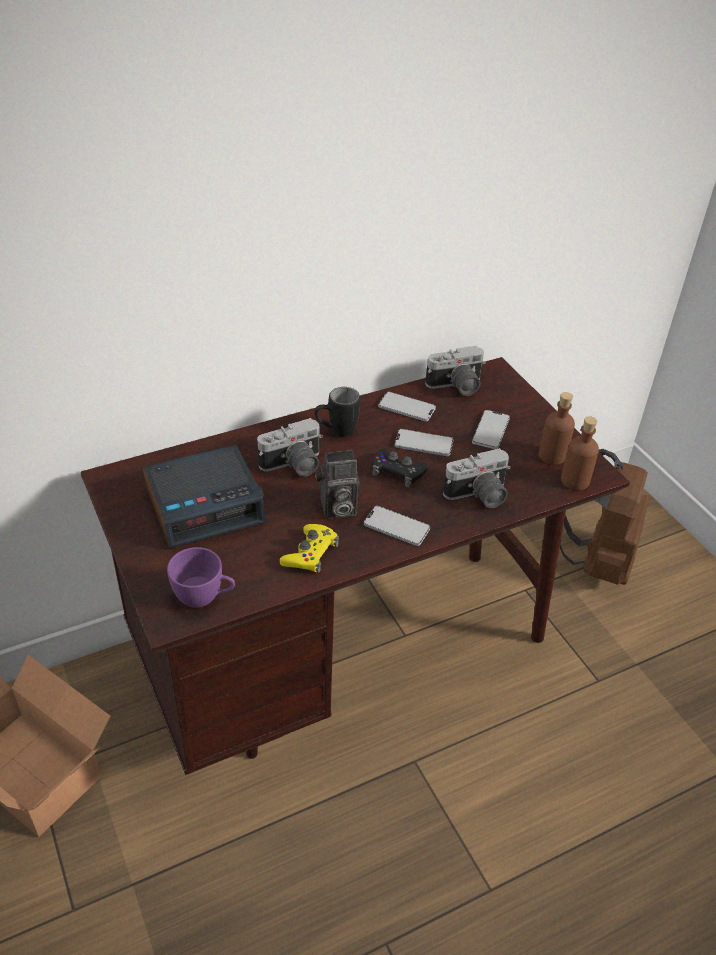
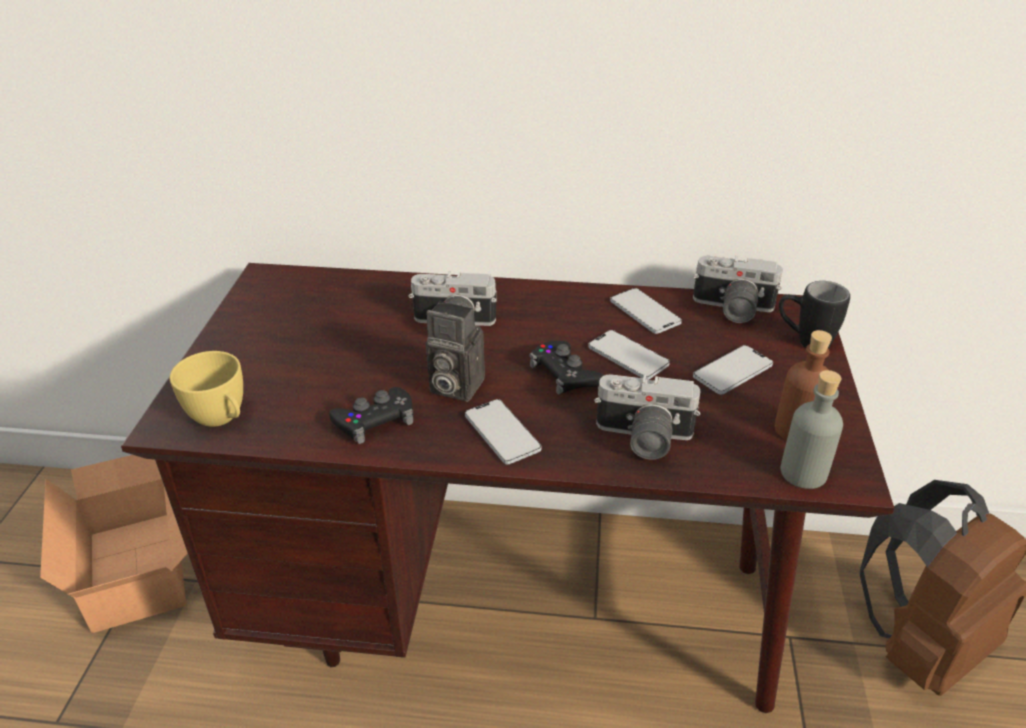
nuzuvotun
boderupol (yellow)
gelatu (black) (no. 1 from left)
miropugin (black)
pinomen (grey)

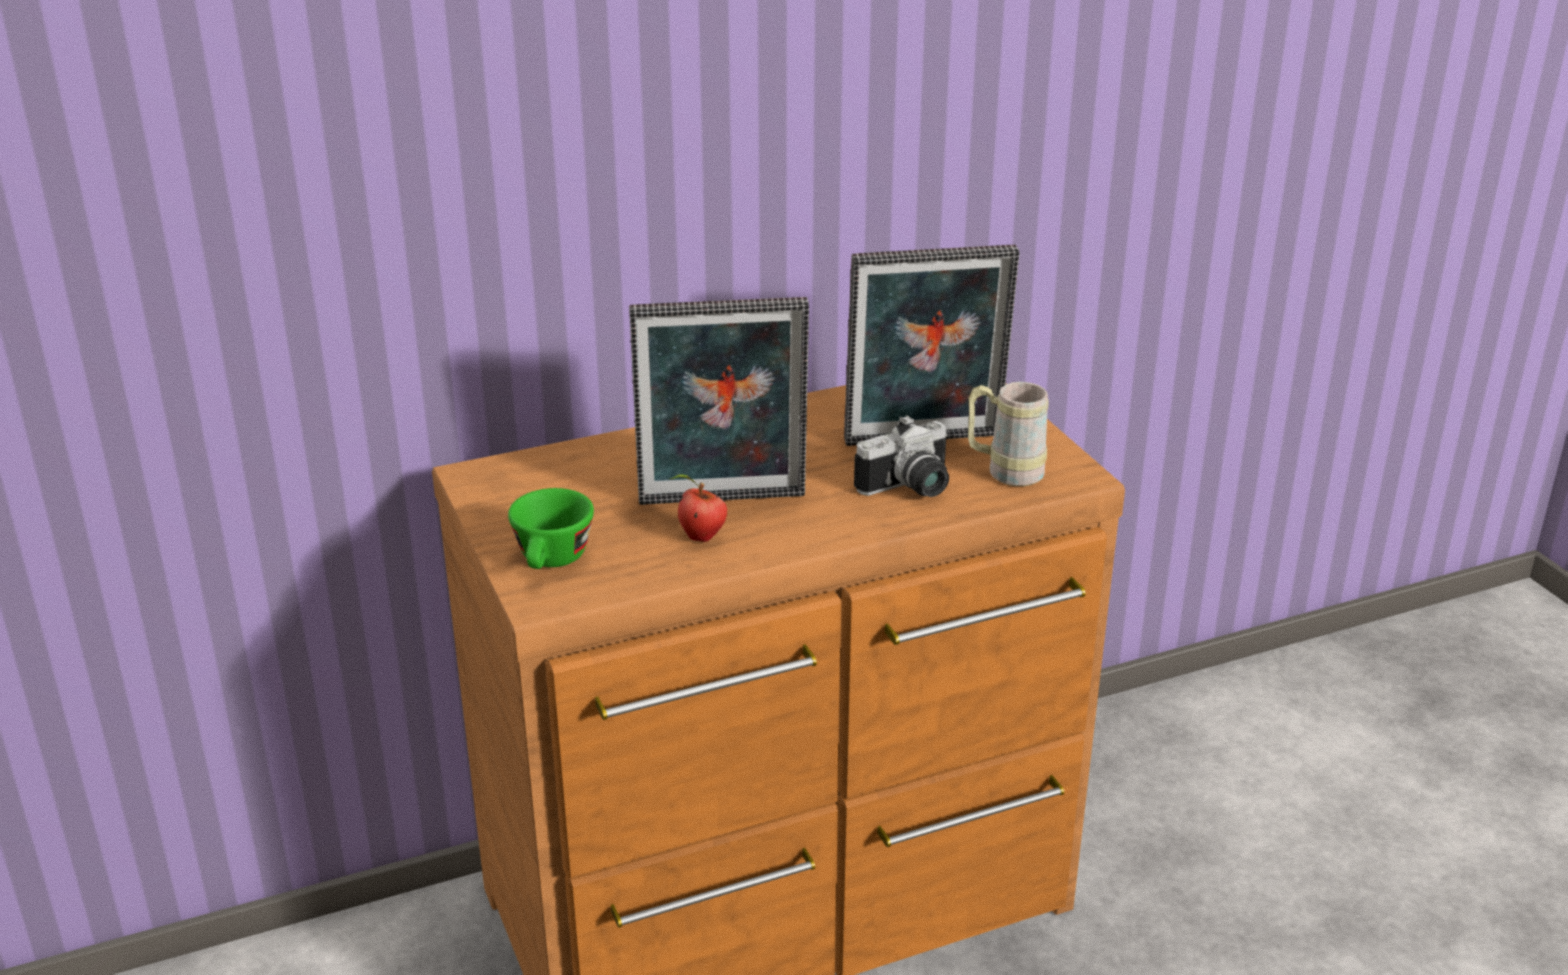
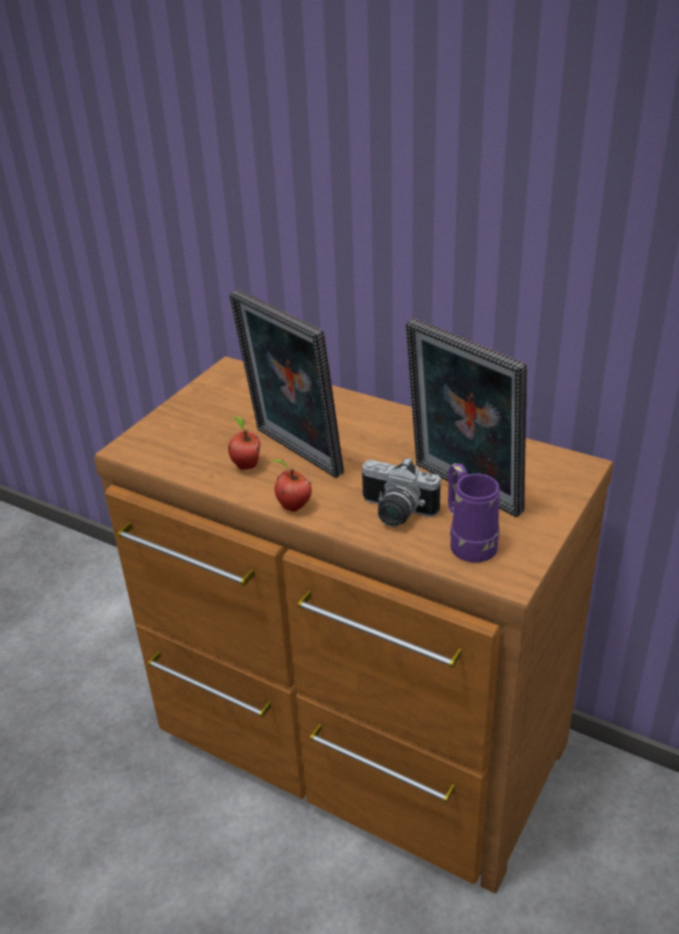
boderupol (green)
miropugin (purple)
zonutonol (no. 2 from left)

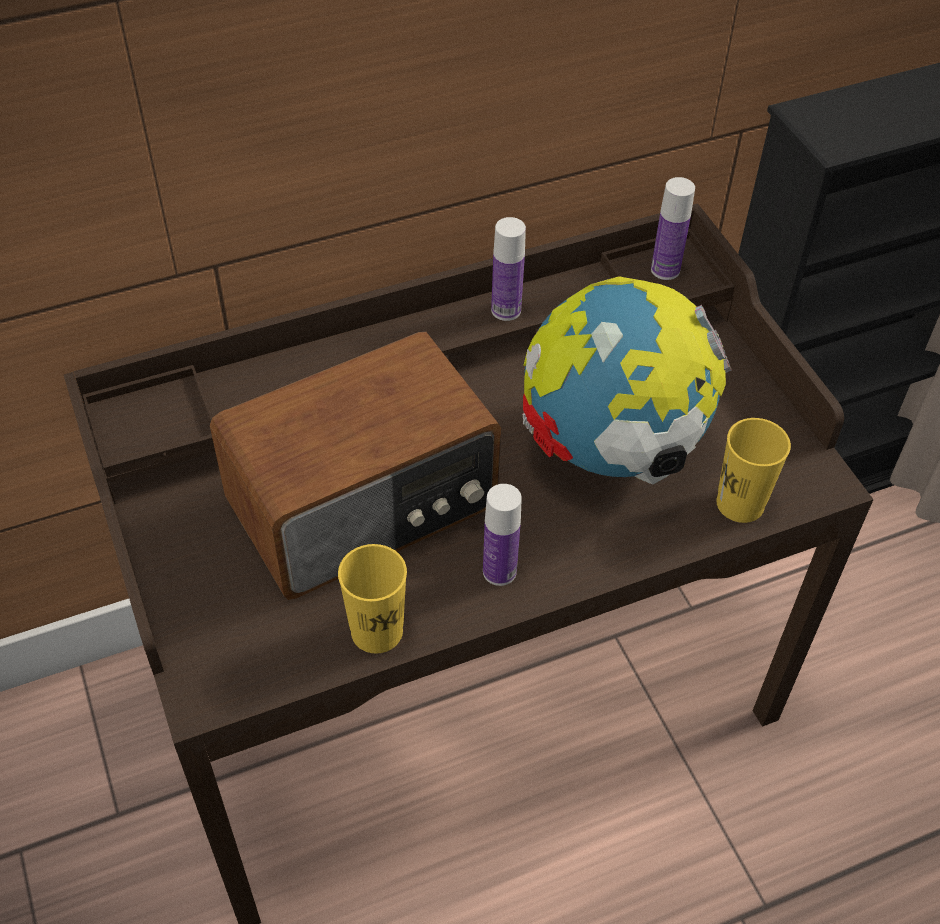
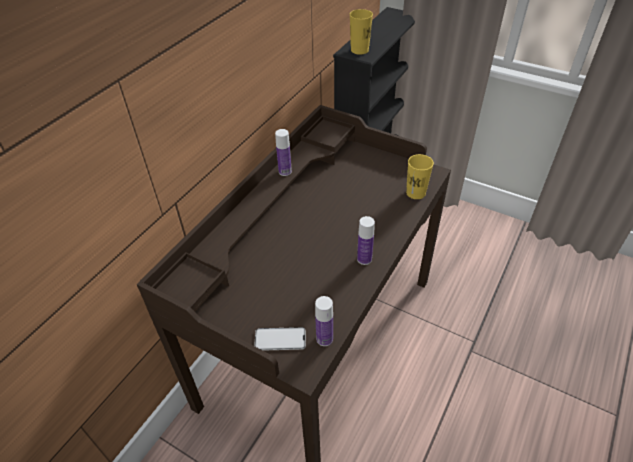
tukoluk
boderupol (yellow) (no. 1 from left)
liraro
pinomen (no. 2 from left)
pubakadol

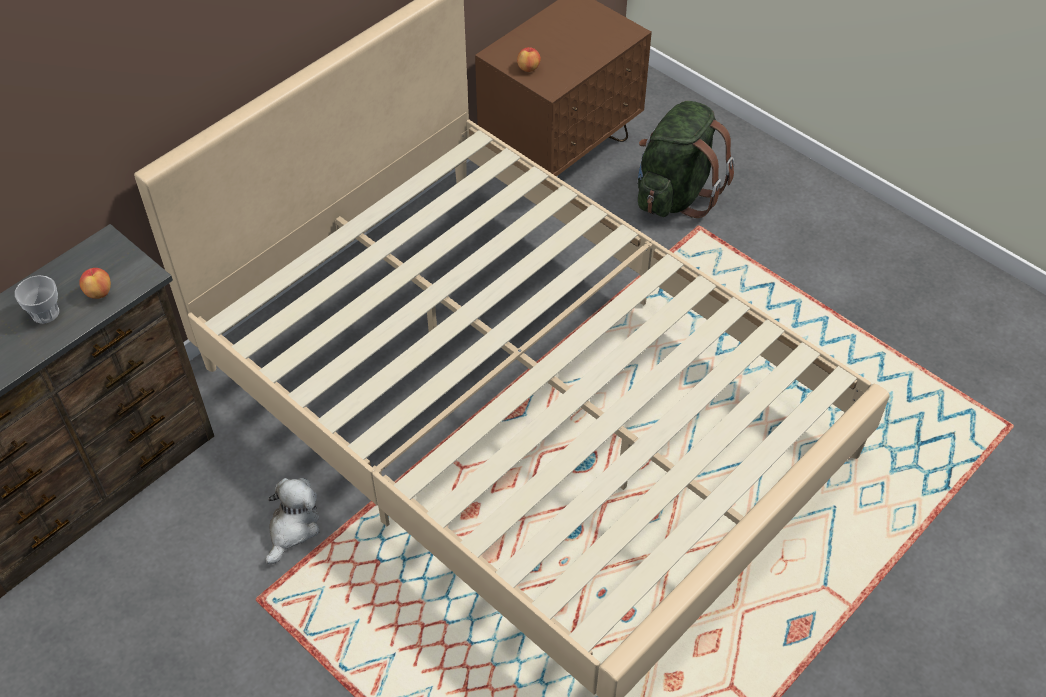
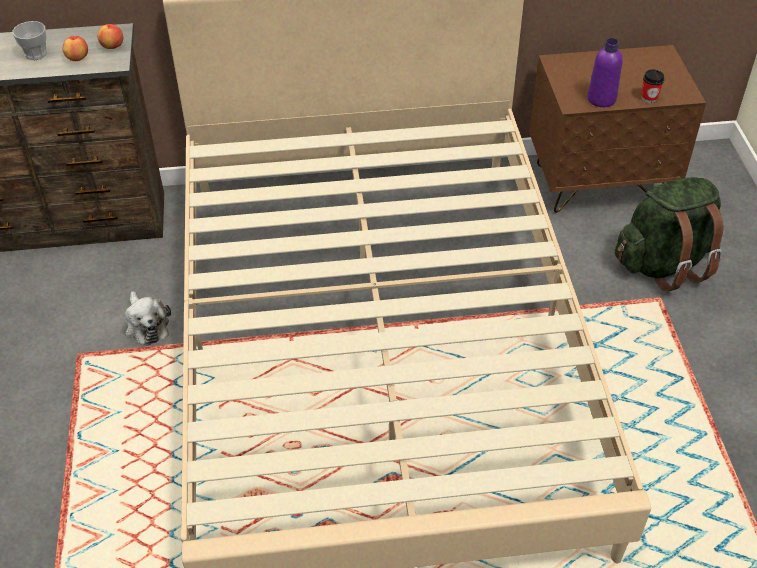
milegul
zonutonol (no. 2 from left)
pinomen (purple)
boderupol (no. 2 from left)

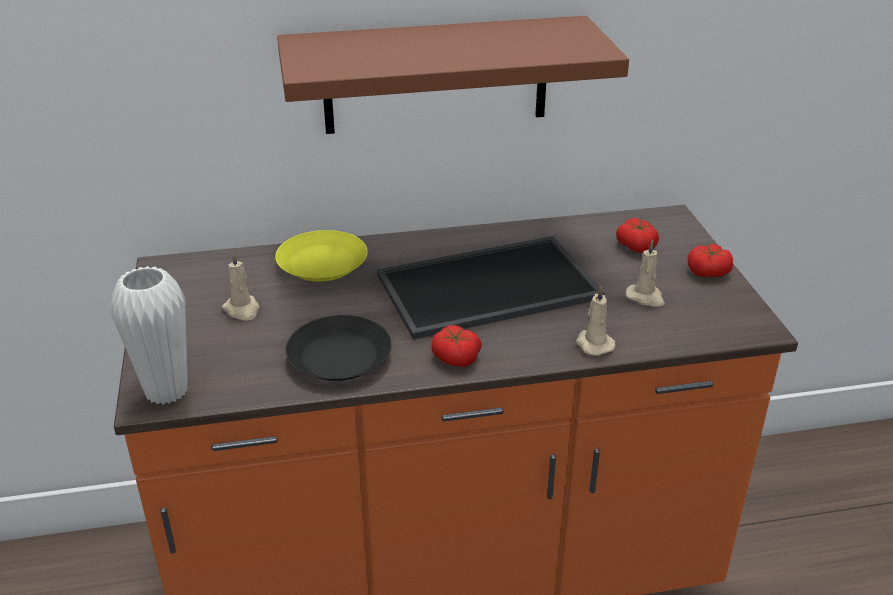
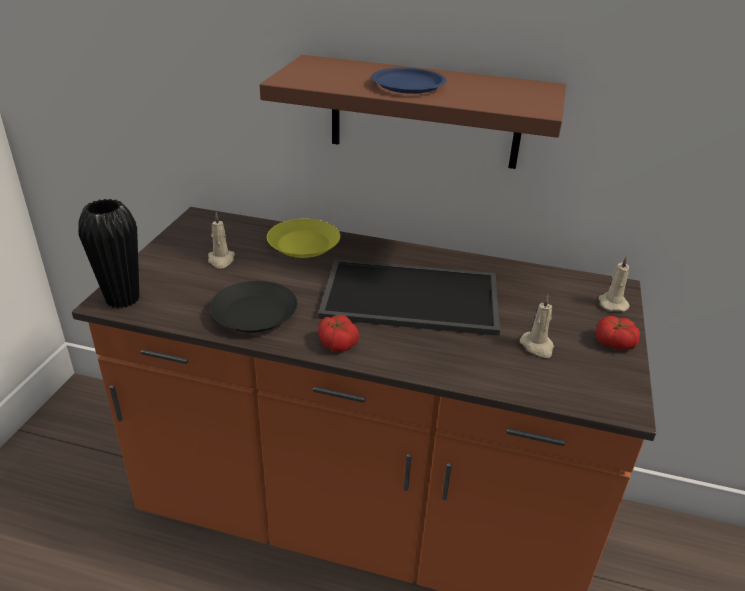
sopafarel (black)
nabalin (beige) (no. 3 from left)
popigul (no. 2 from left in the first image)
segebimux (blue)

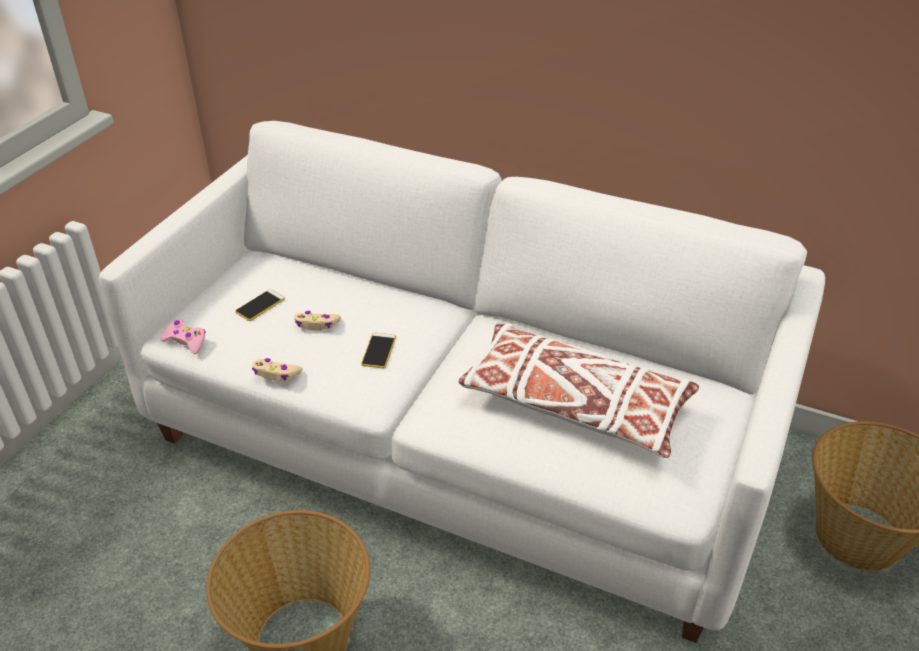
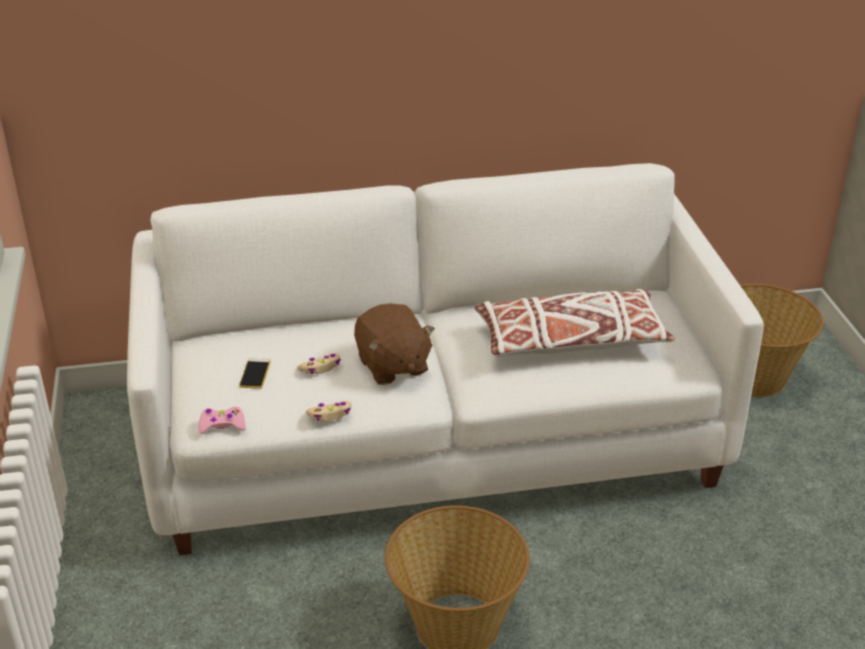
milegul (brown)

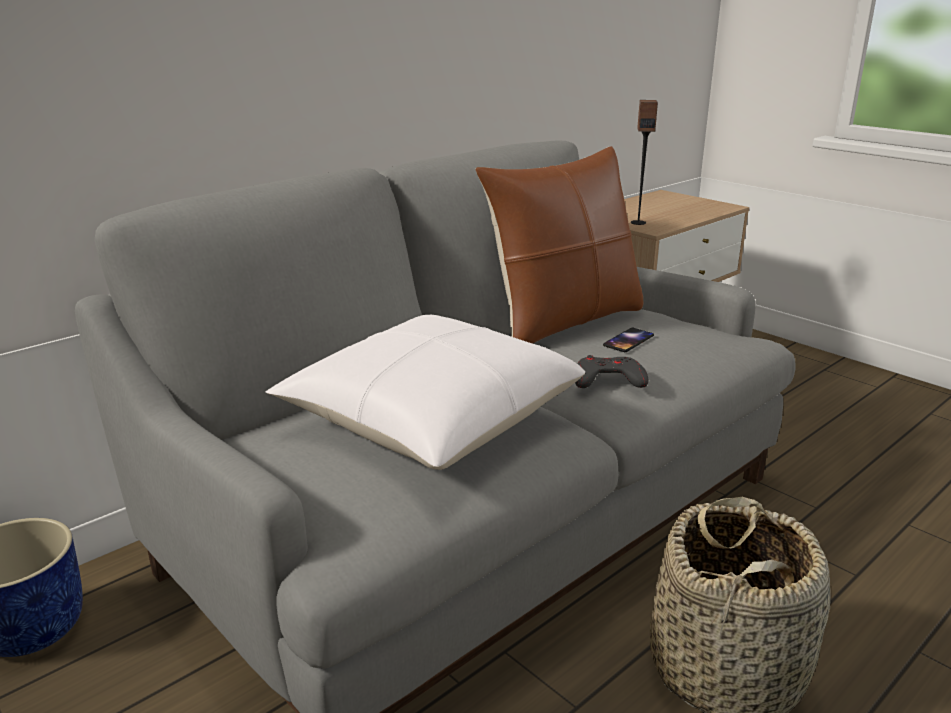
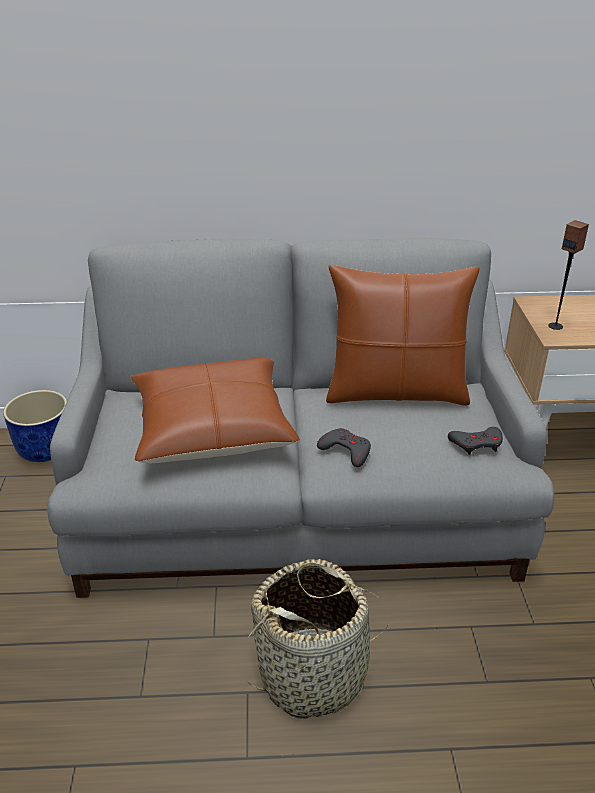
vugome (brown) (no. 1 from left)
pubakadol
gelatu (grey) (no. 2 from left)

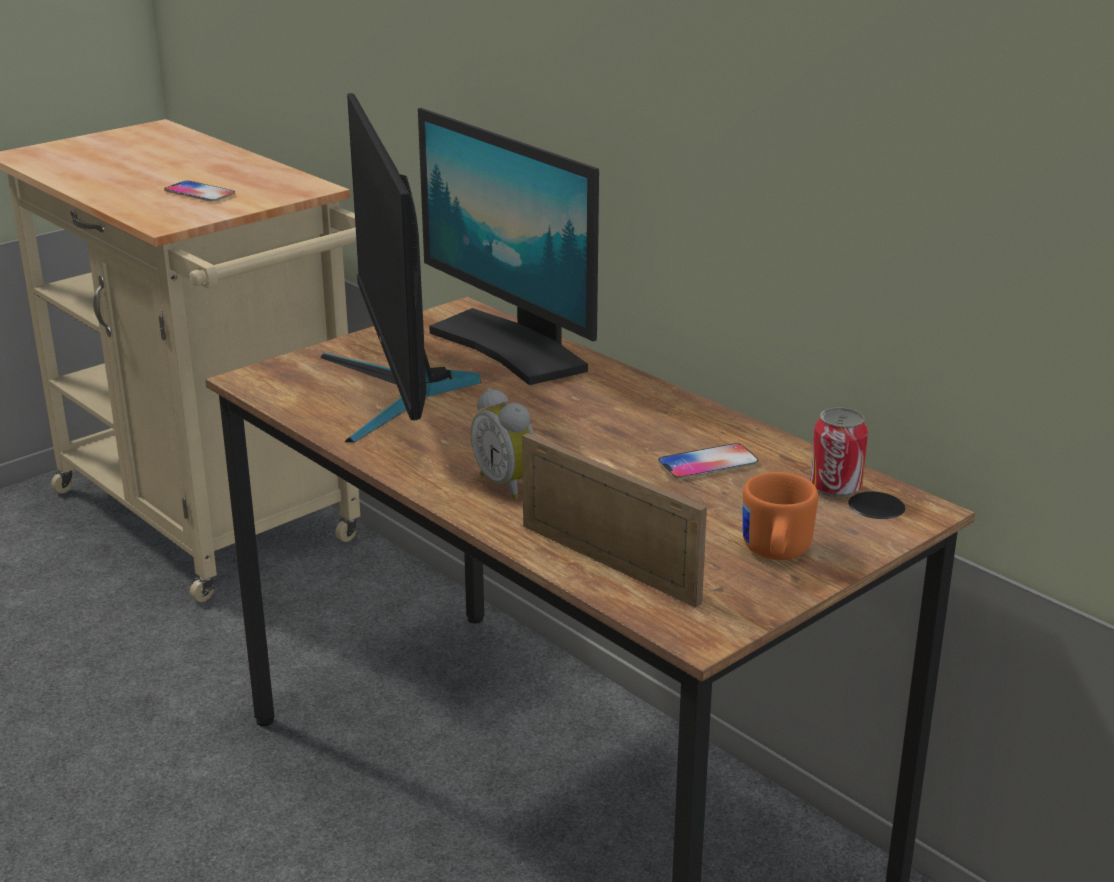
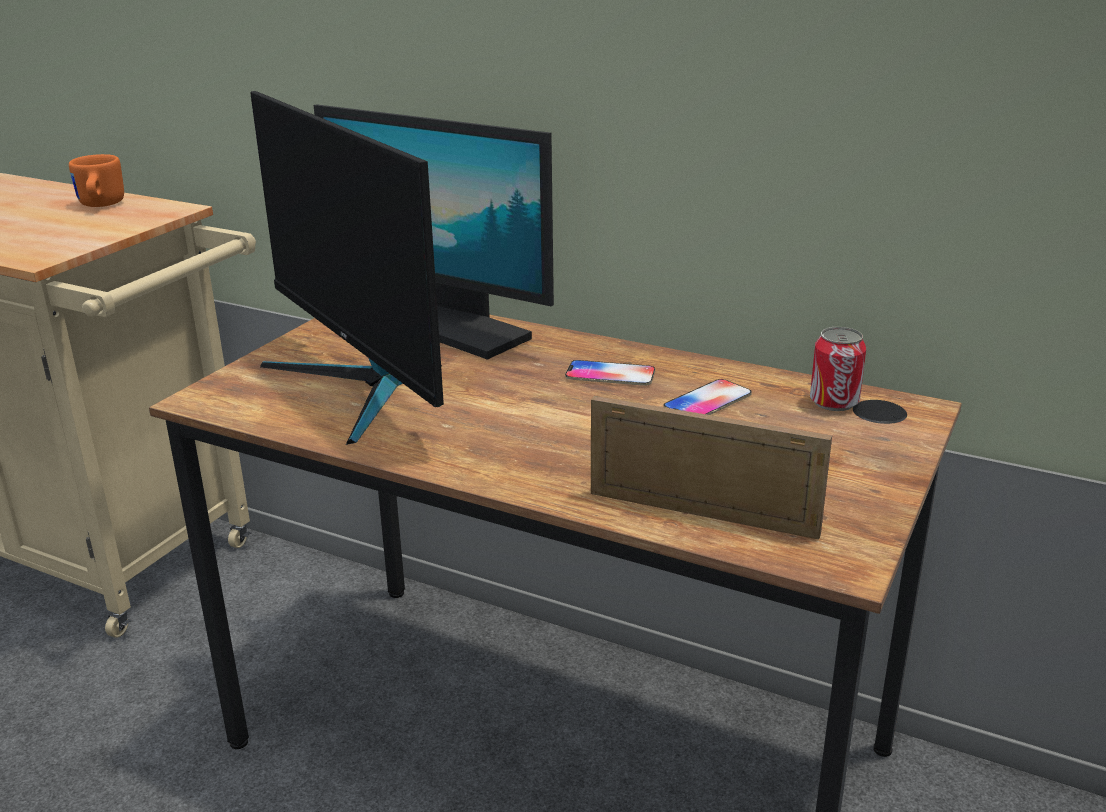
pubakadol (no. 1 from left)
nuzuvotun
miropugin (orange)

